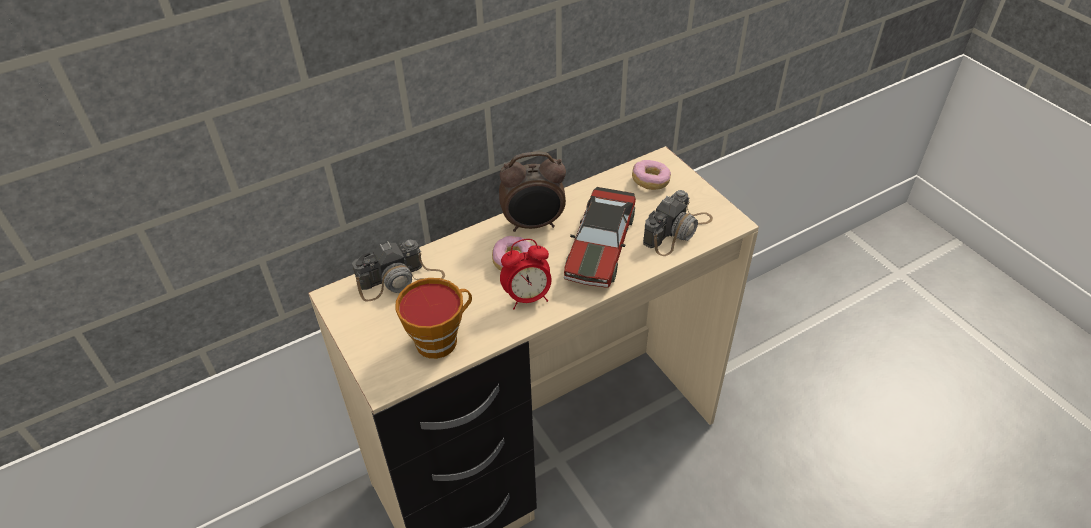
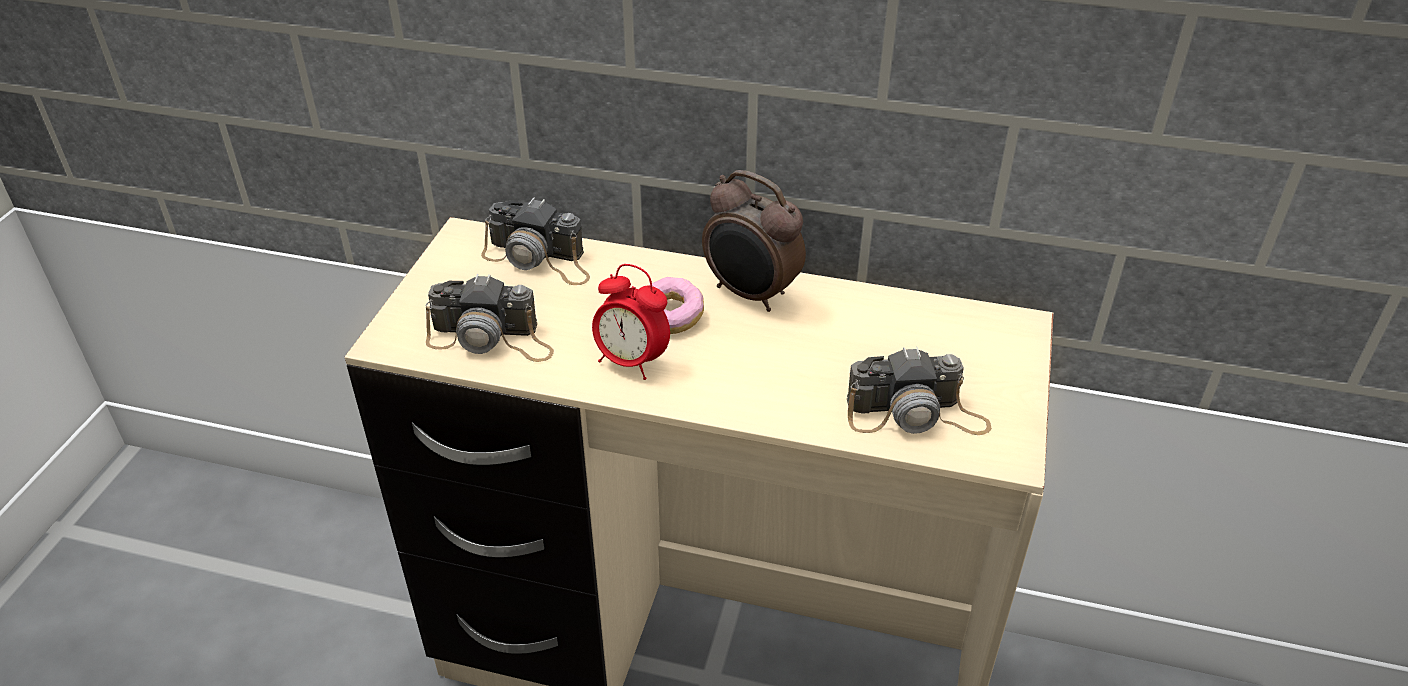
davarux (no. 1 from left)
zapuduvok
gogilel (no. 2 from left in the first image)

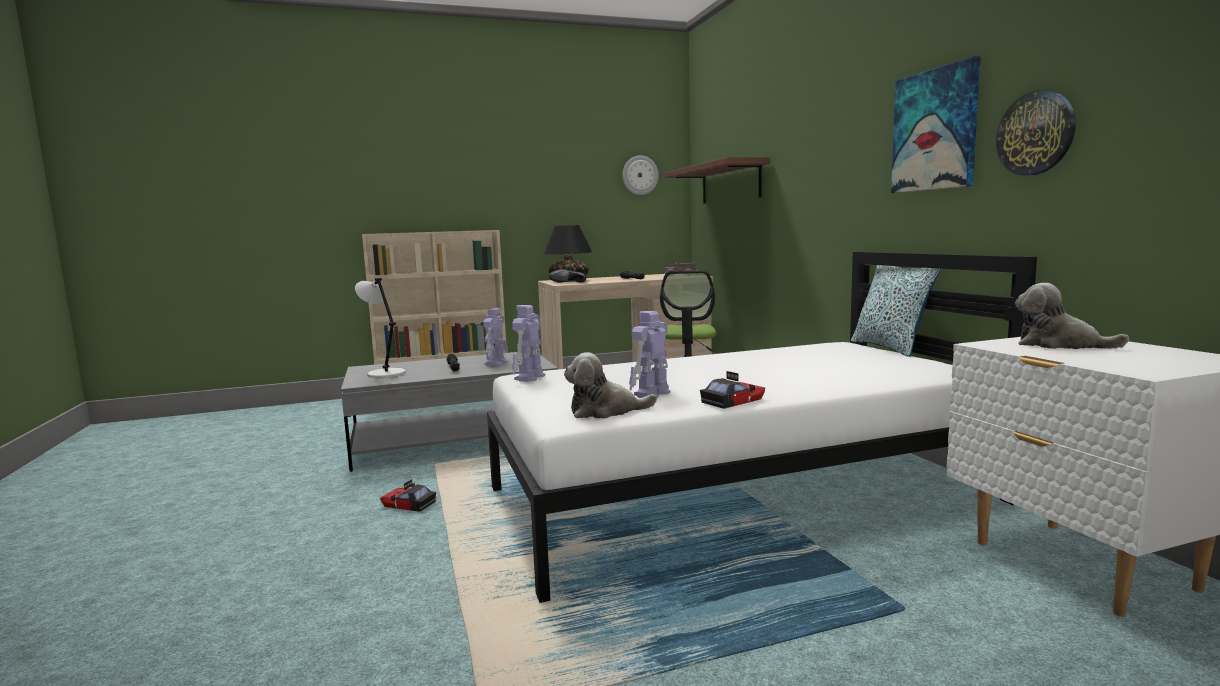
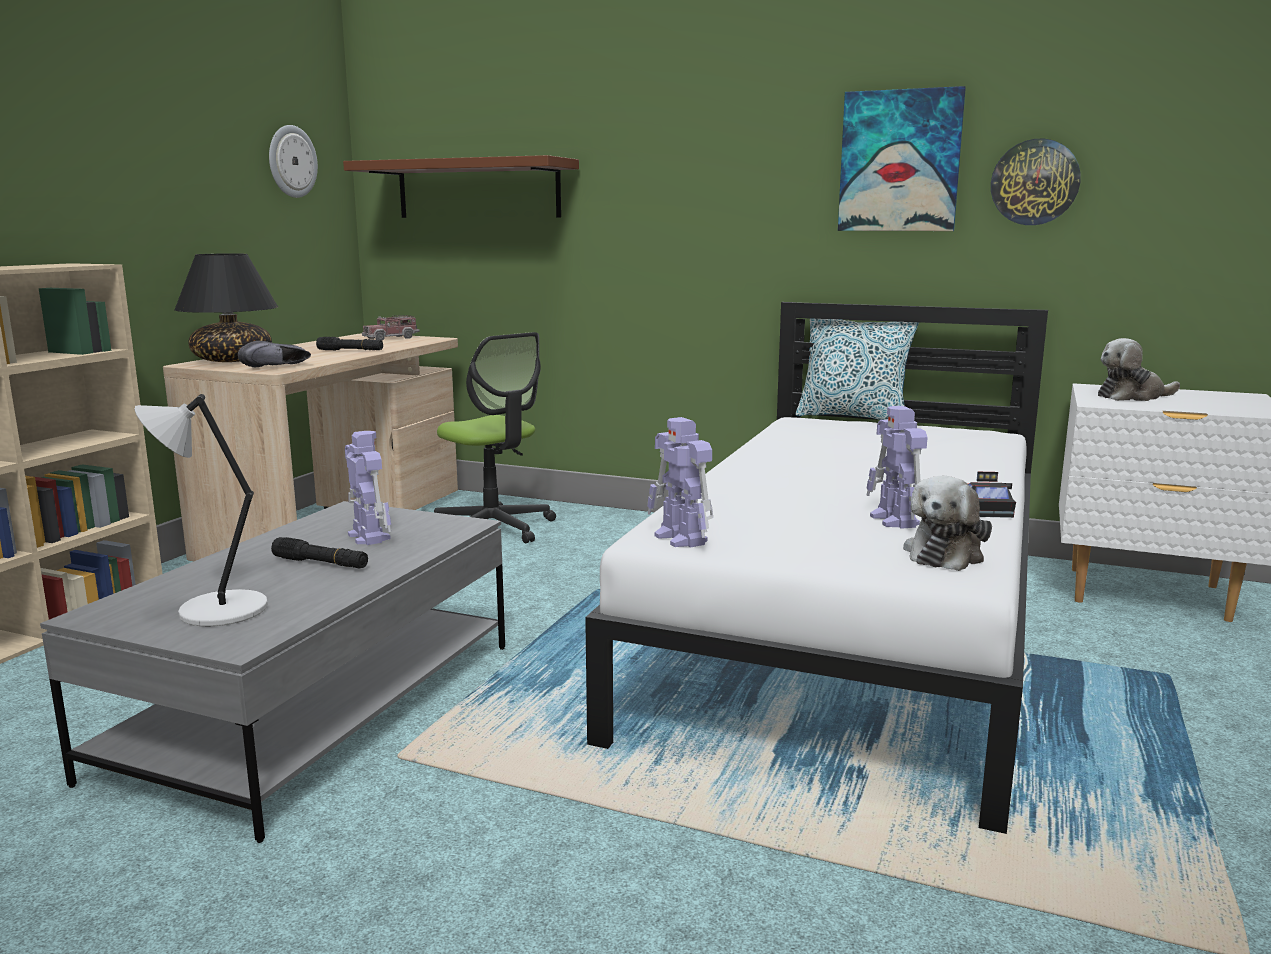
zapuduvok (no. 1 from left in the first image)

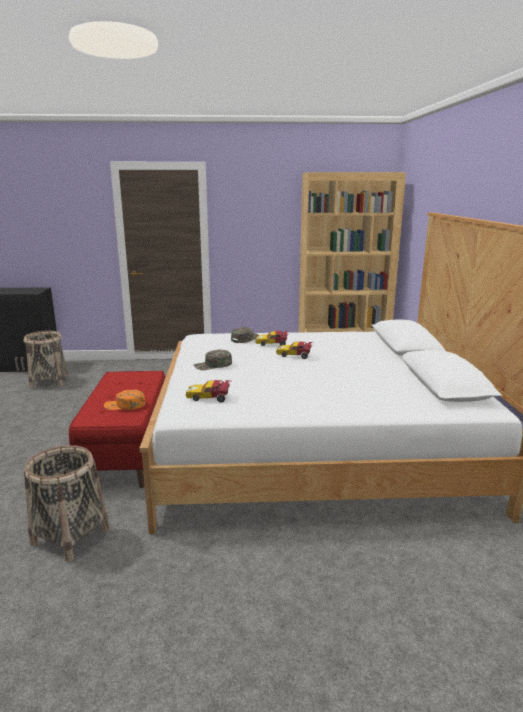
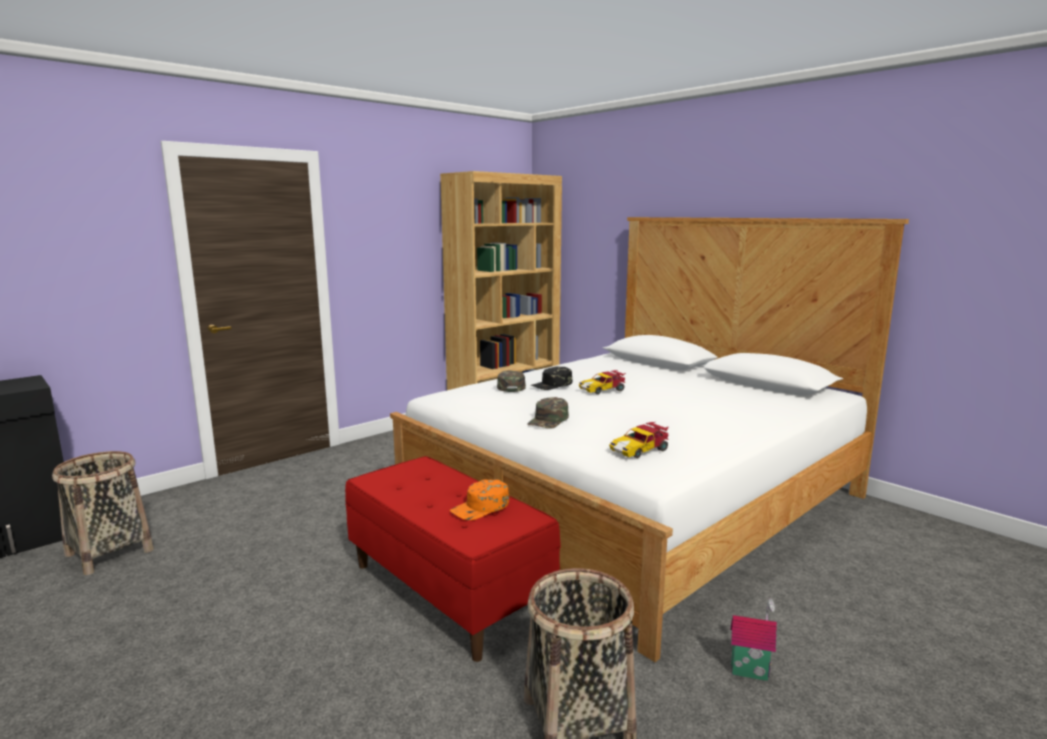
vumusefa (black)
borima

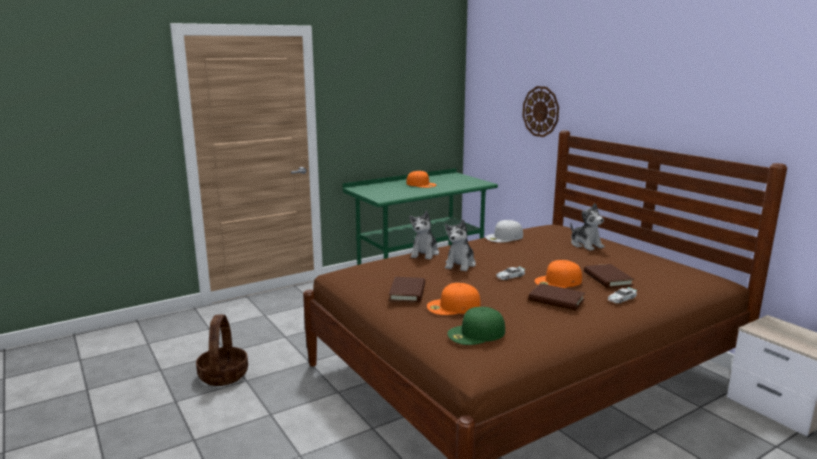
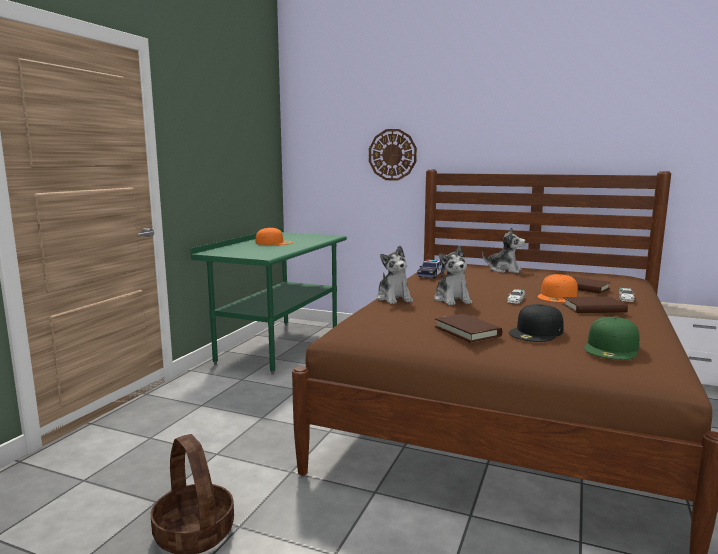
vumusefa (black)
zapuduvok (no. 1 from left)

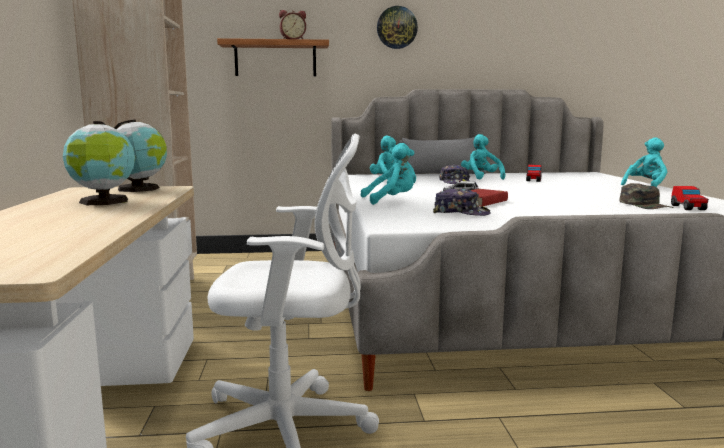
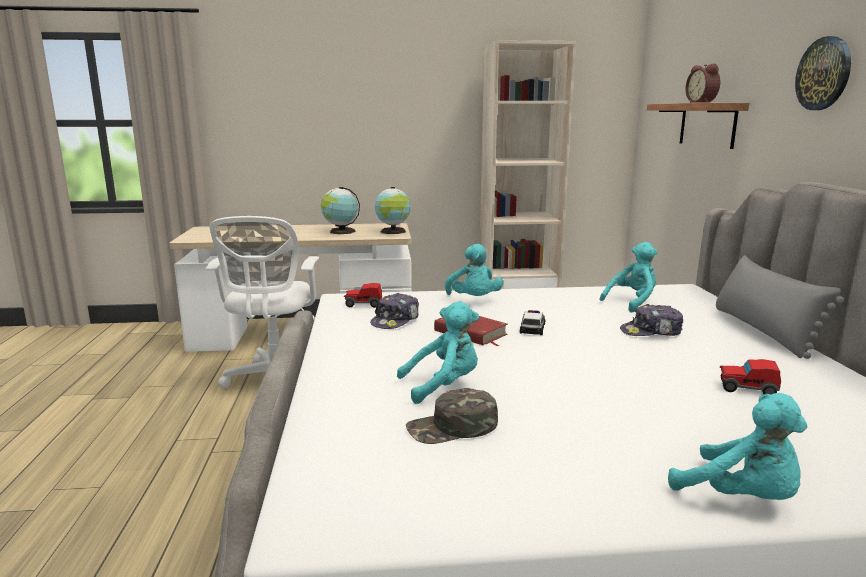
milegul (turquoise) (no. 1 from left)
zapuduvok (no. 1 from left)

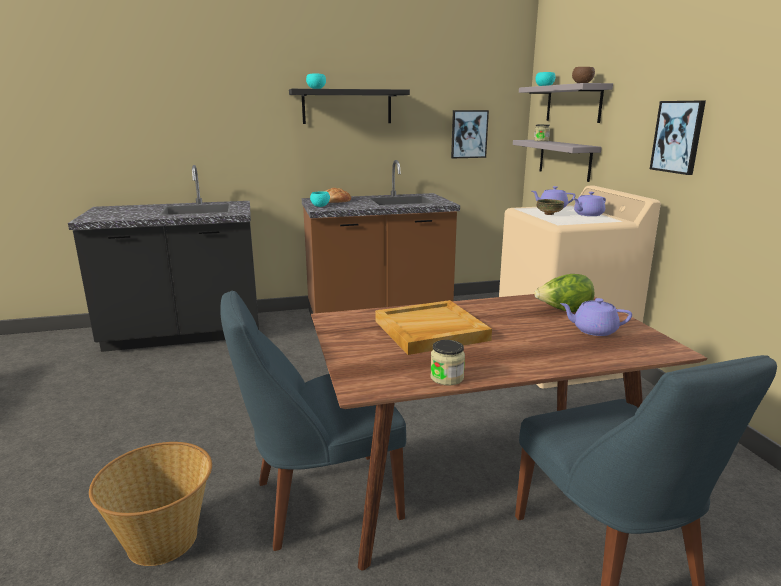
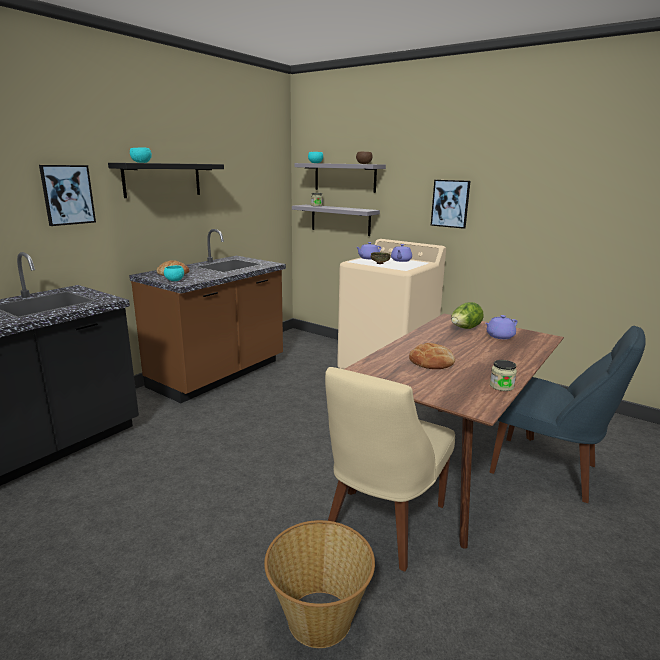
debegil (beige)
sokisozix (no. 2 from left)
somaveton (no. 1 from left)

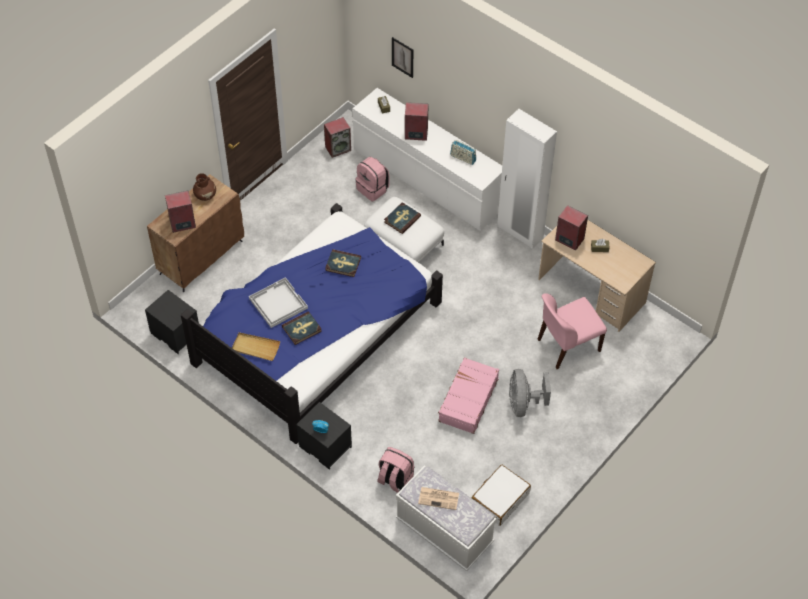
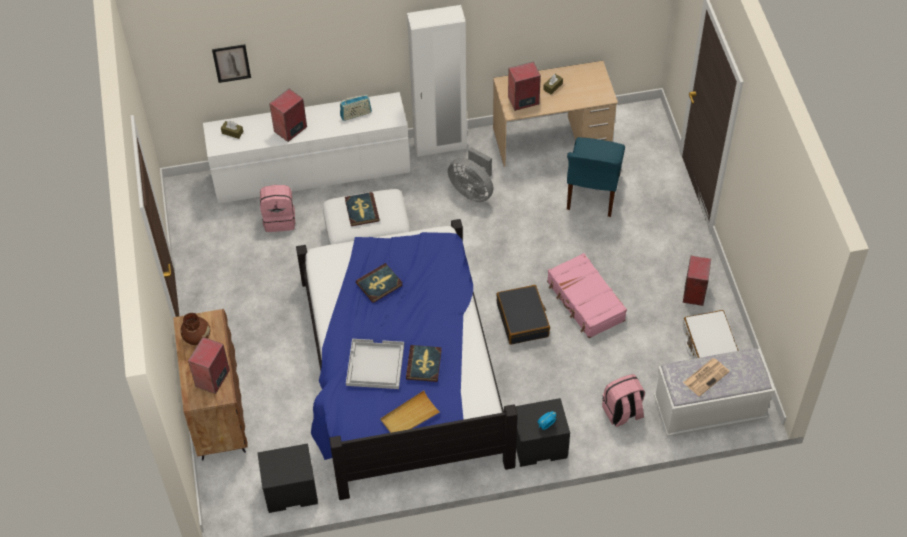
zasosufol (no. 4 from left)
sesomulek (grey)
debegil (blue)
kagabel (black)

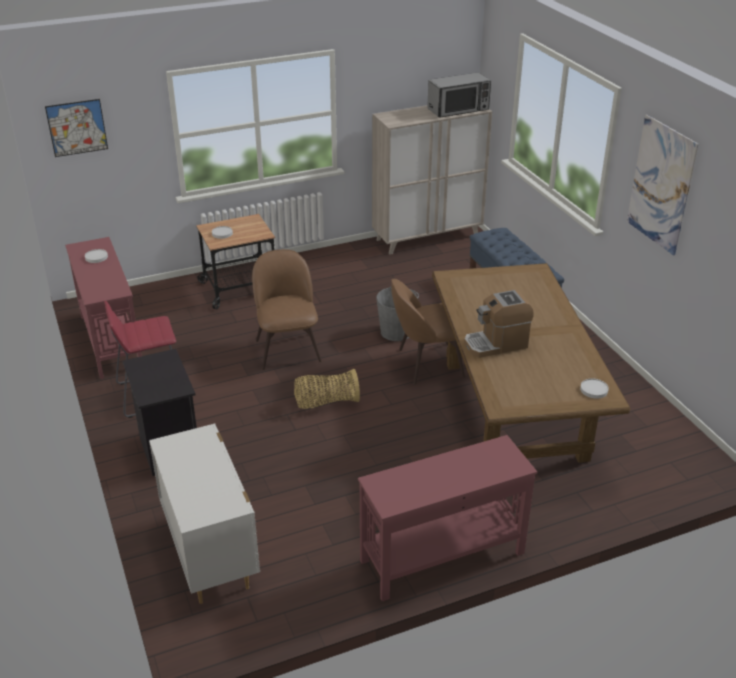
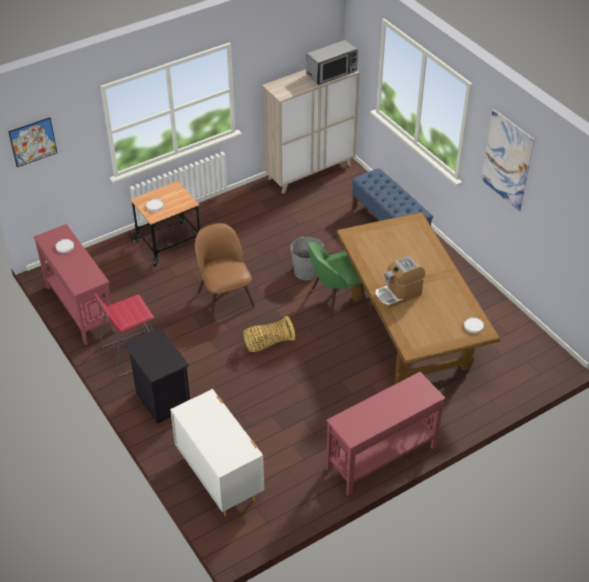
debegil (green)

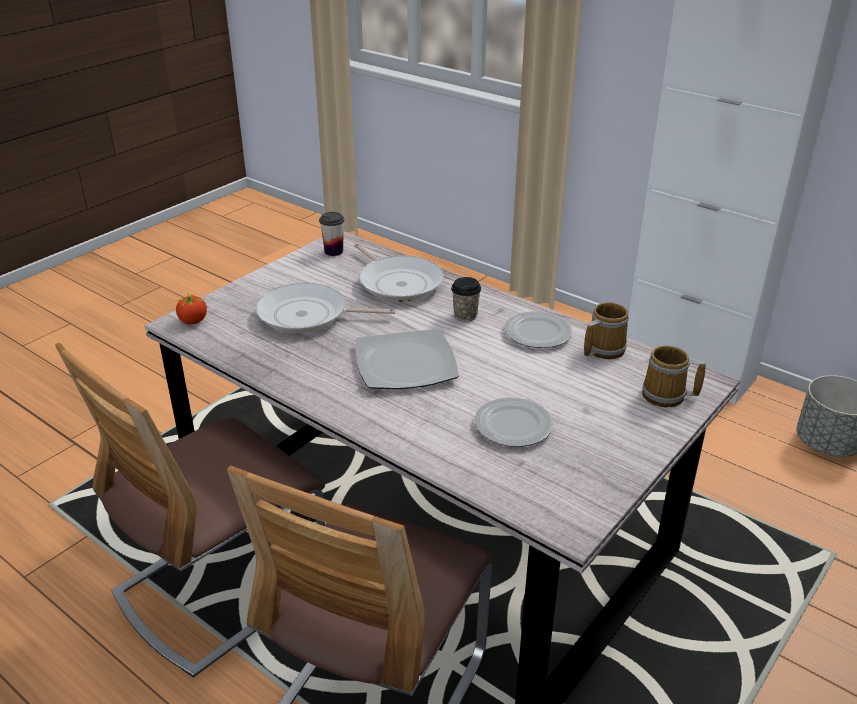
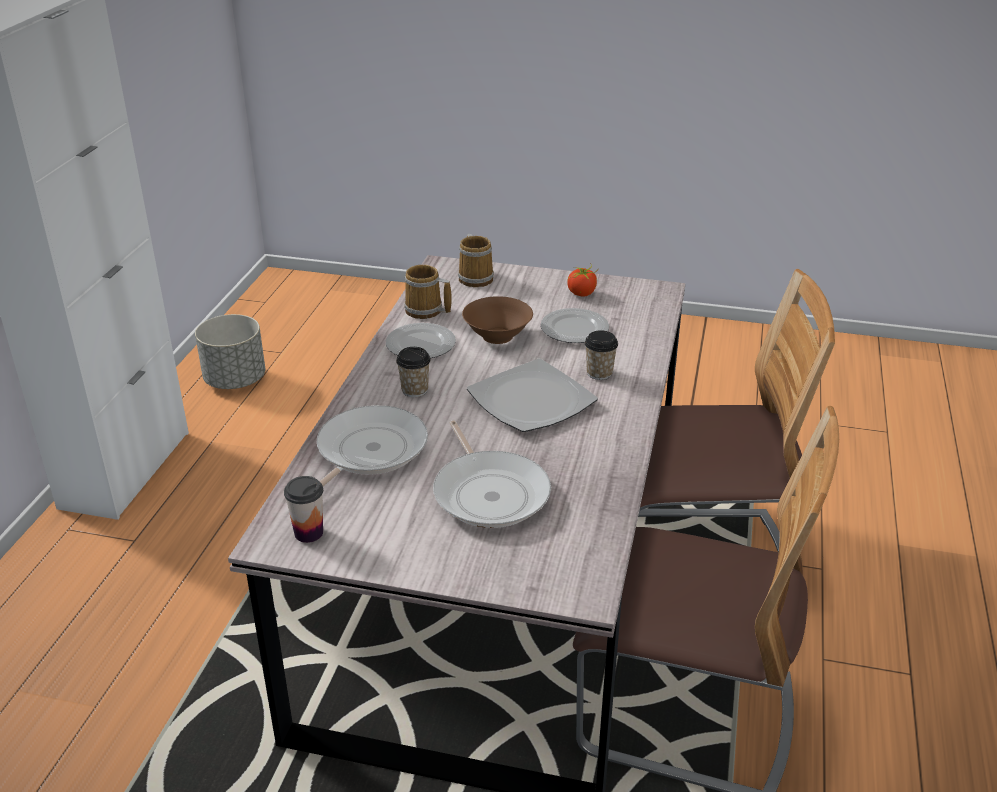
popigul
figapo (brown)
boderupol (no. 3 from left)

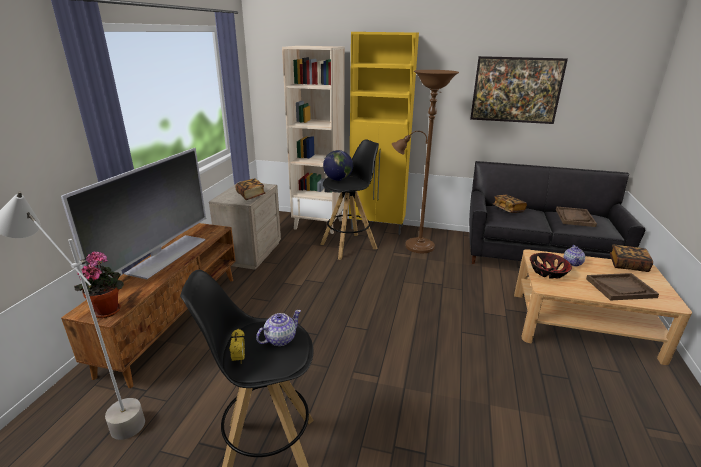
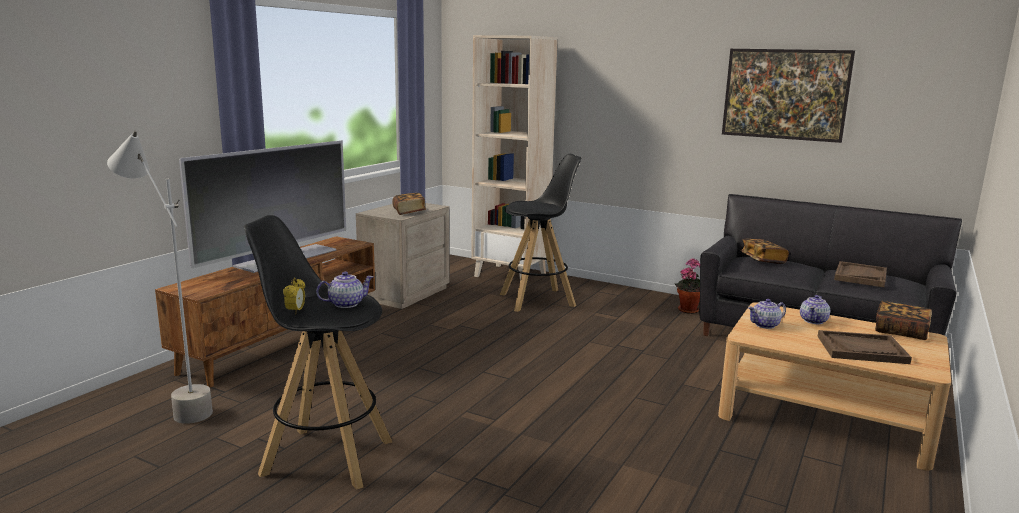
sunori
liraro
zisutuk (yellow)
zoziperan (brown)
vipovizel (no. 2 from left)

